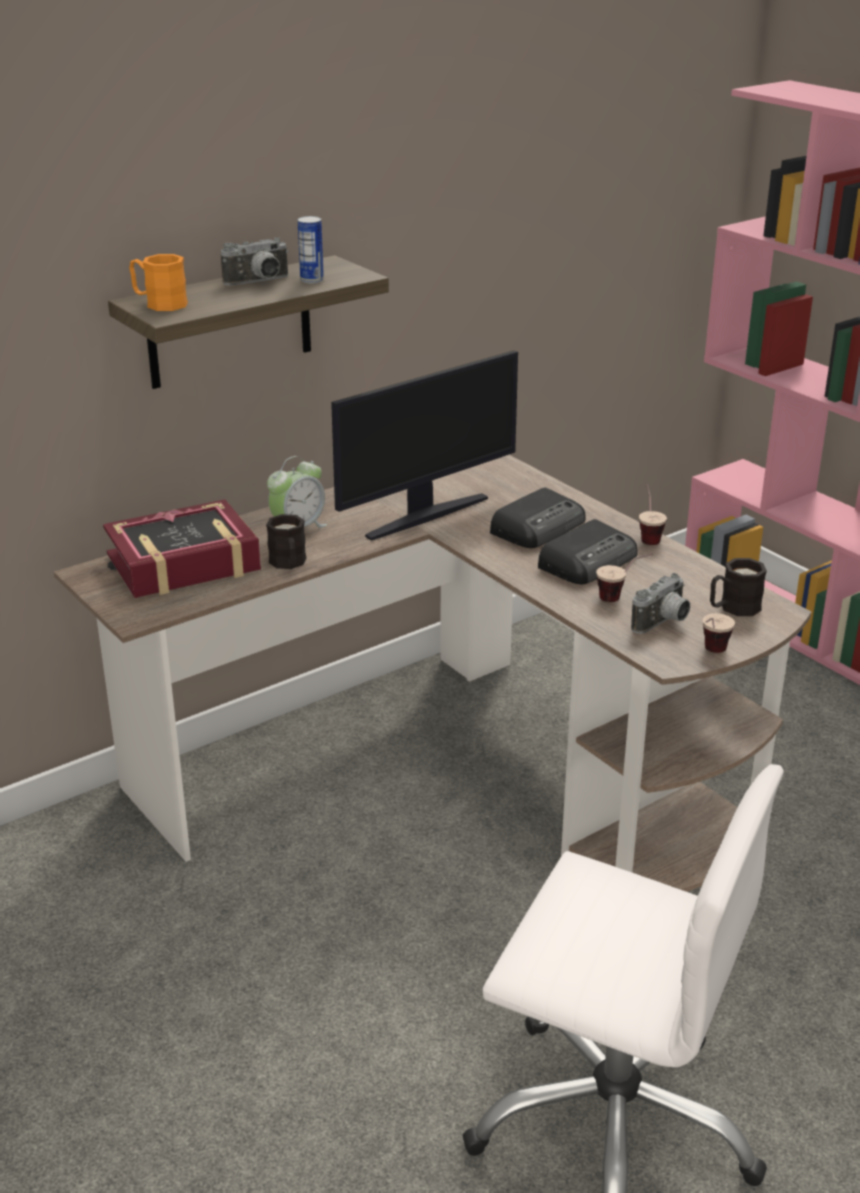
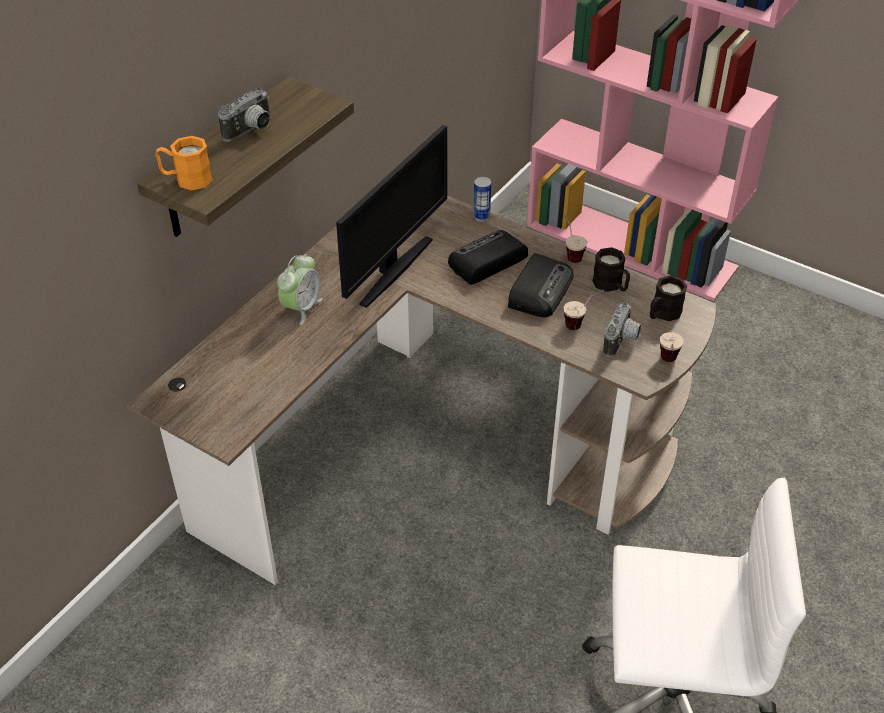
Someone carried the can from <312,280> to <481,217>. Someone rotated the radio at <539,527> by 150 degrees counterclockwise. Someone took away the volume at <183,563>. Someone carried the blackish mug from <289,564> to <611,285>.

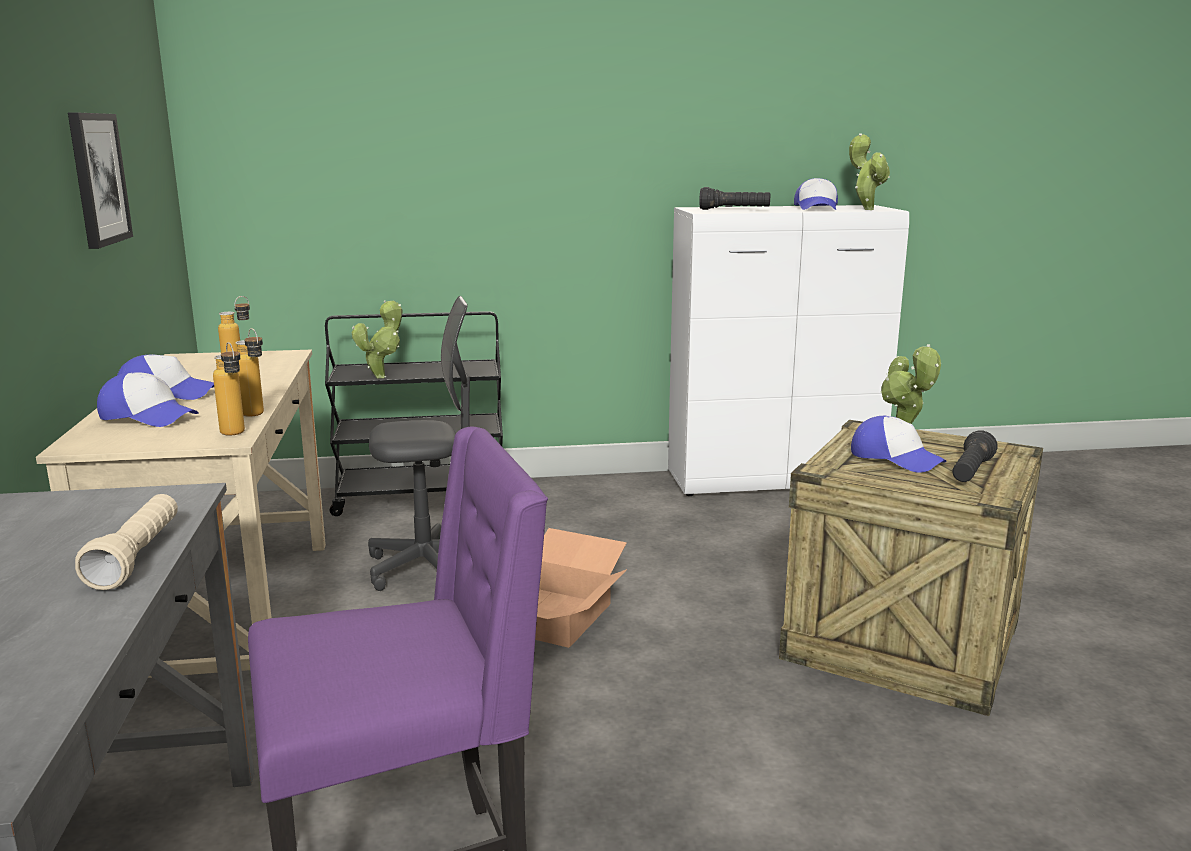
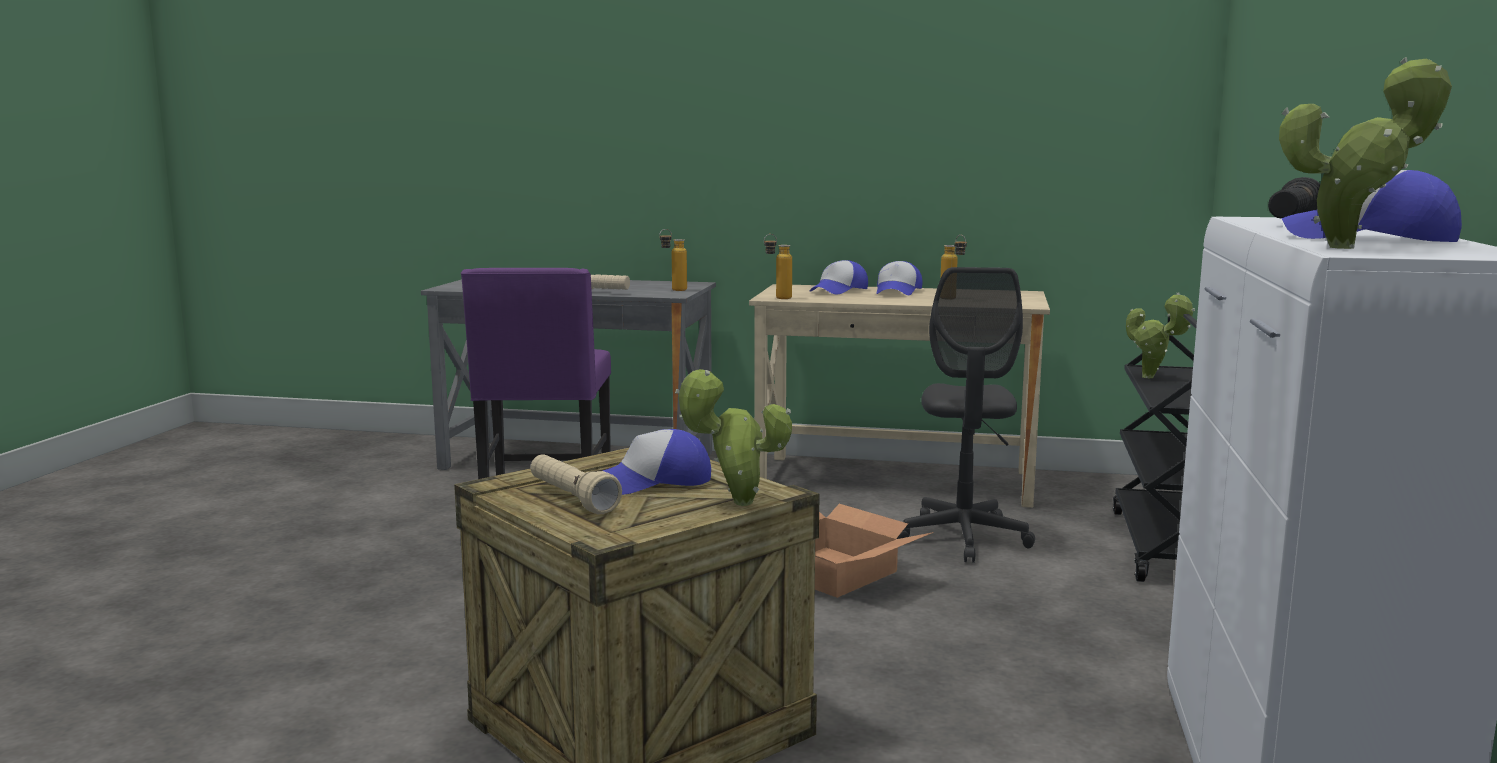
Someone took away the picture at <98,179>. Someone carried the bottle from <256,415> to <673,290>. Someone repainted the blackish flashlight at <970,472>, which became the sand-coloured flashlight at <572,499>.

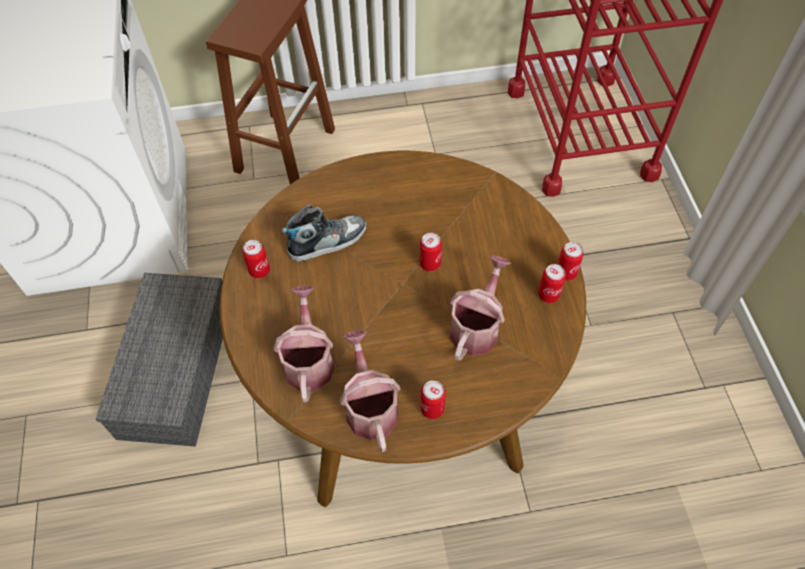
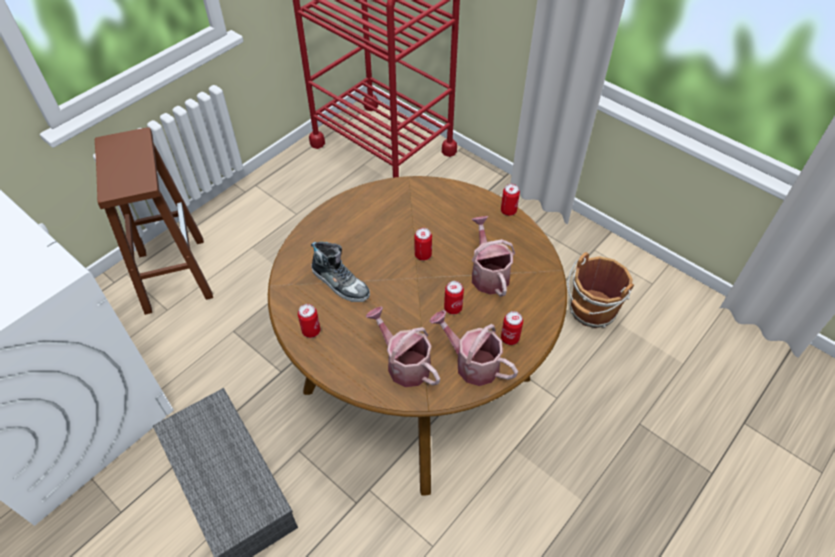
Someone rotated the shoe at <327,241> by 105 degrees clockwise. Someone carried the can from <548,295> to <453,308>. Someone put down the brown pail at <591,311>.

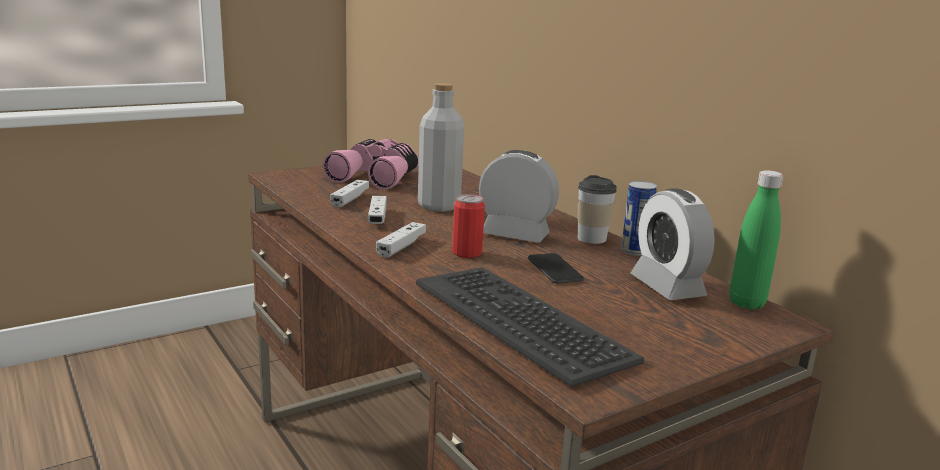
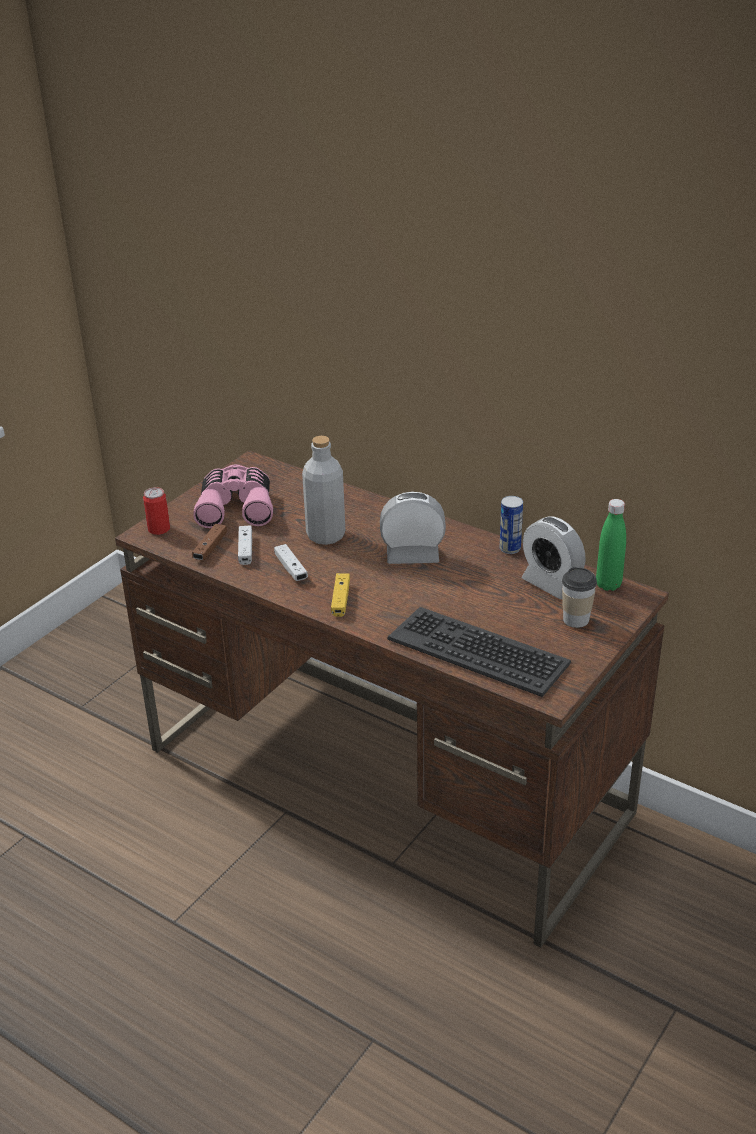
Someone carried the drinking cup from <591,239> to <576,619>. Someone carried the can from <467,253> to <159,529>. Someone repainted the white game controller at <401,246>, which became the yellow-coloured game controller at <340,600>. Someone took away the telephone at <554,269>. Someone put down the brown game controller at <210,548>.

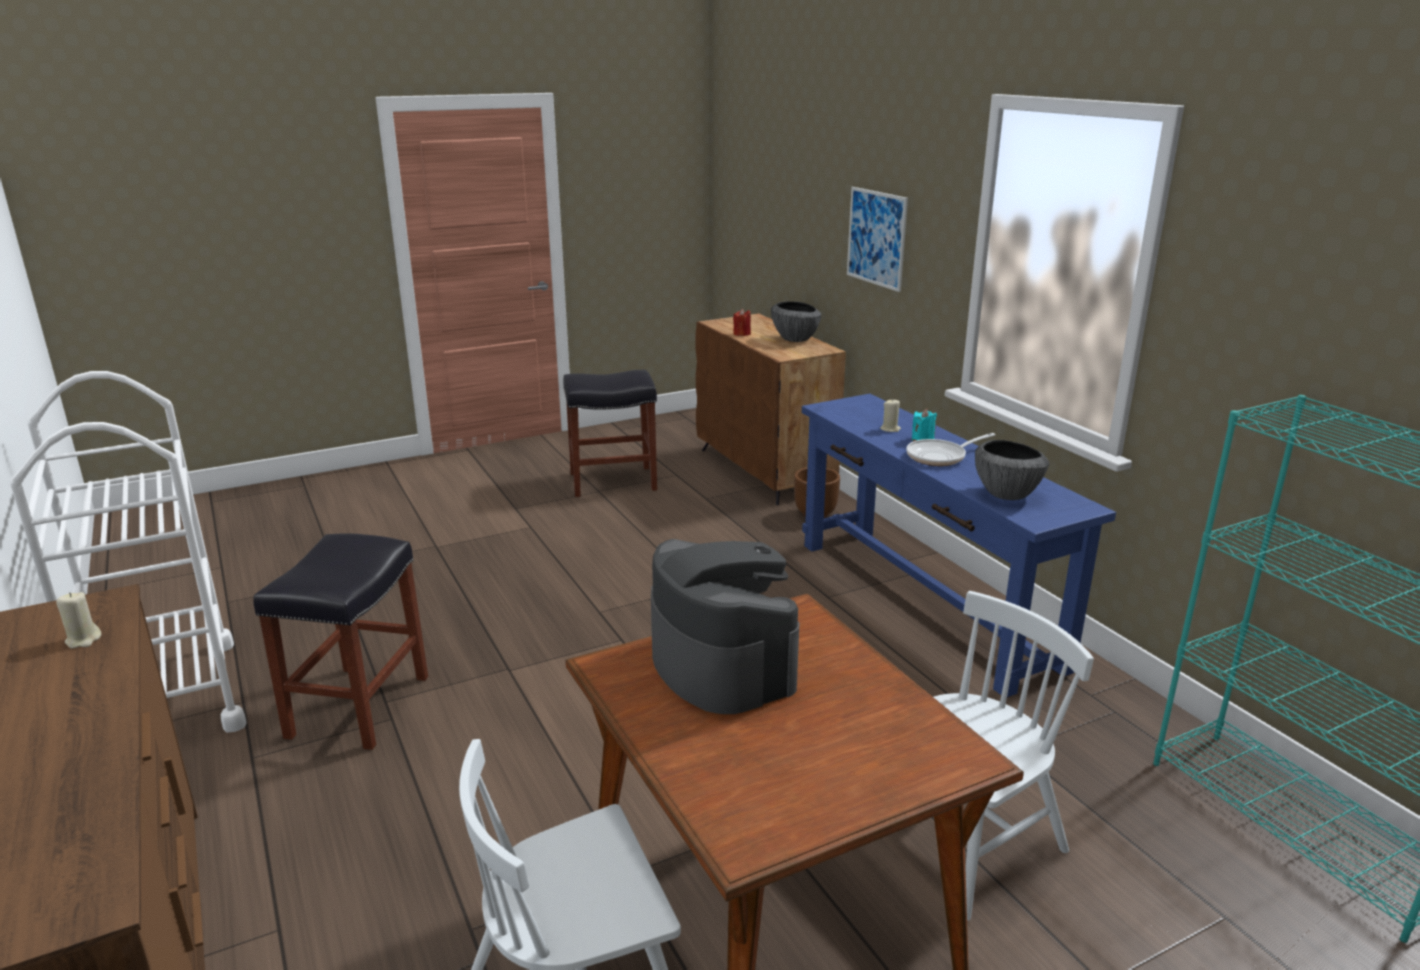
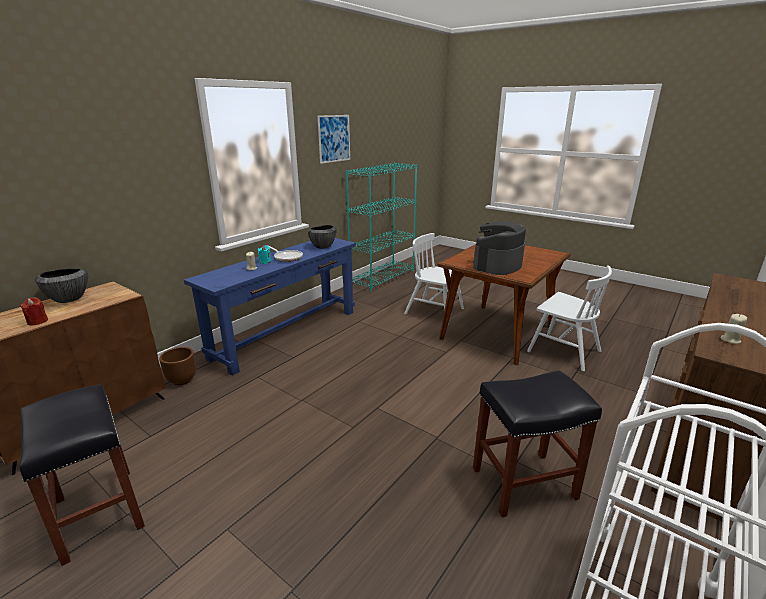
Someone carried the picture from <876,238> to <334,138>.

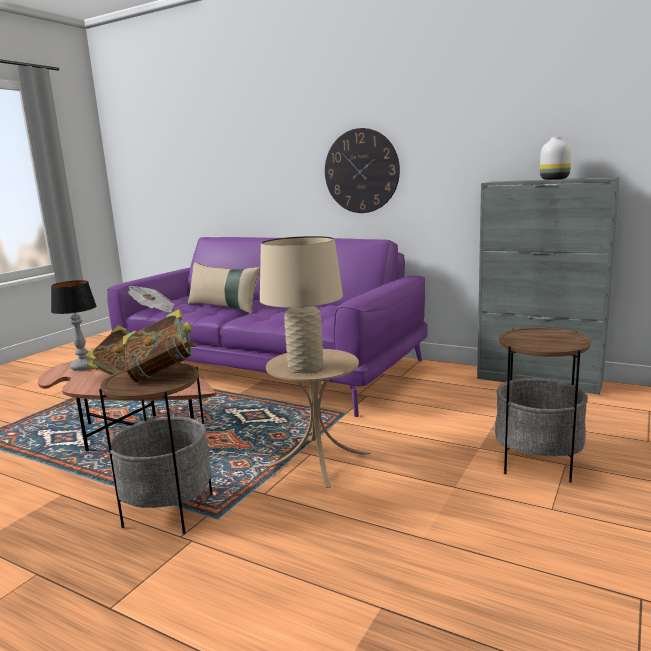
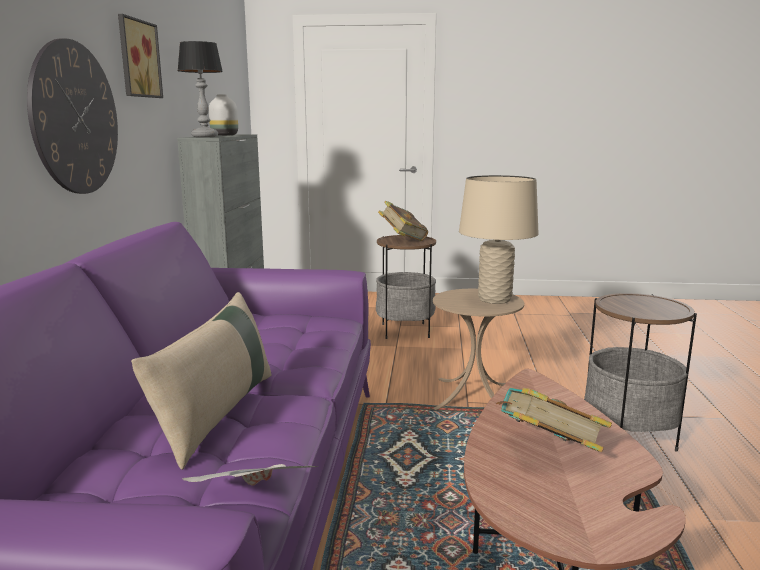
Someone carried the lamp for a table from <84,367> to <205,136>. Someone carried the volume from <162,373> to <403,239>. Someone put up the picture at <136,59>.

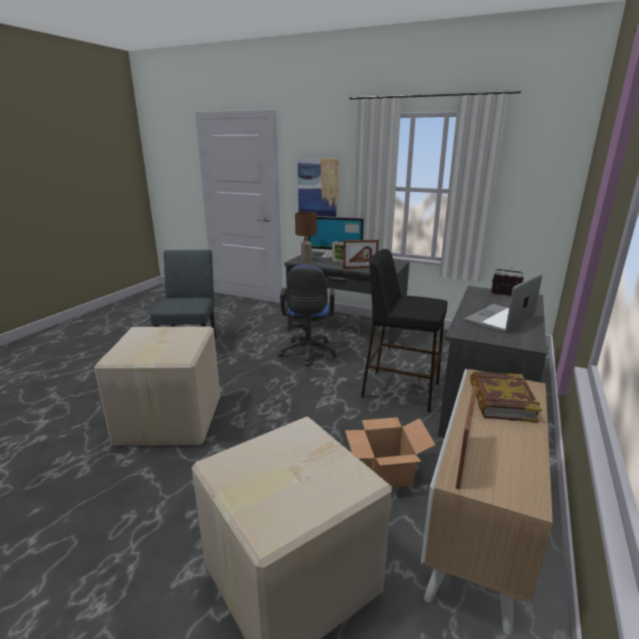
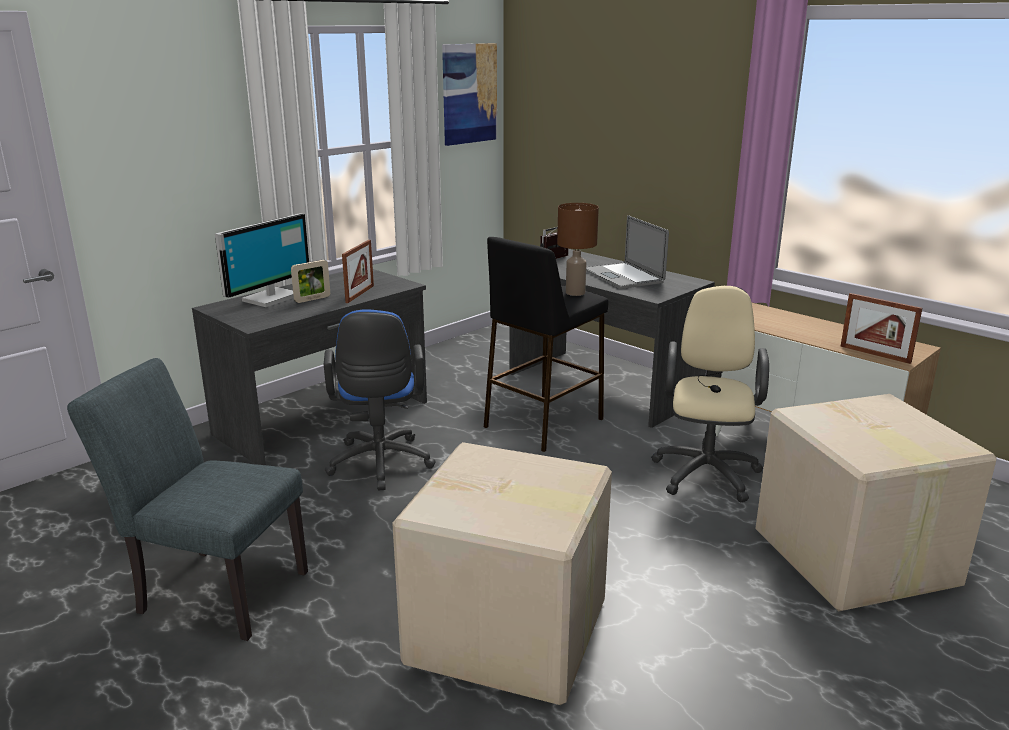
Someone carried the picture from <318,189> to <469,94>. Someone carried the brown lamp for a table from <306,260> to <575,293>. Someone rotated the blue office chair at <308,354> by 60 degrees clockwise. Someone took away the volume at <501,401>. Someone swapped the packing box at <387,472> for the sand-coloured office chair at <706,471>.

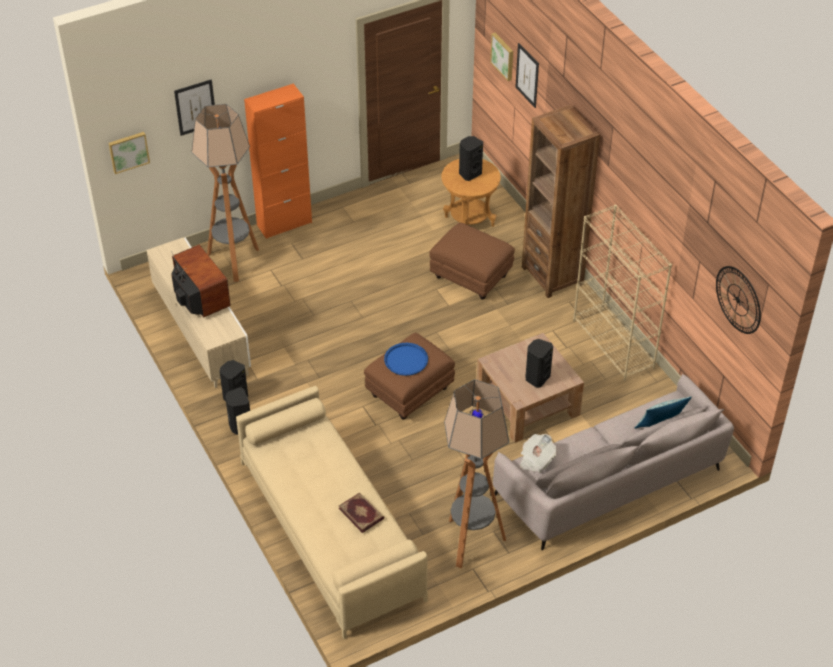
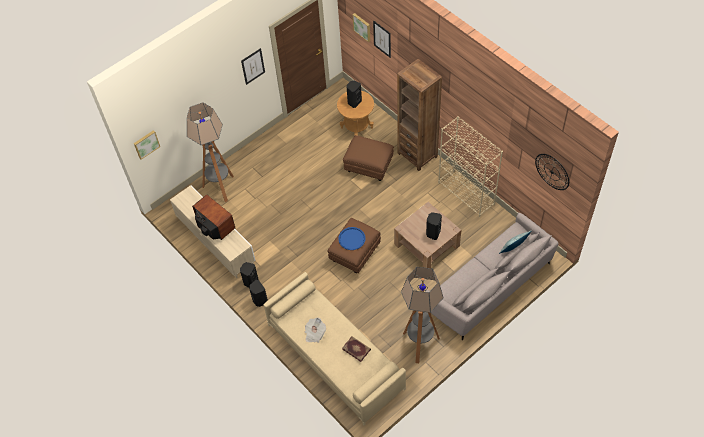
Someone carried the picture from <195,107> to <253,66>. Someone took away the orange cabinet at <284,224>. Someone carried the printed paper from <536,460> to <314,333>.

